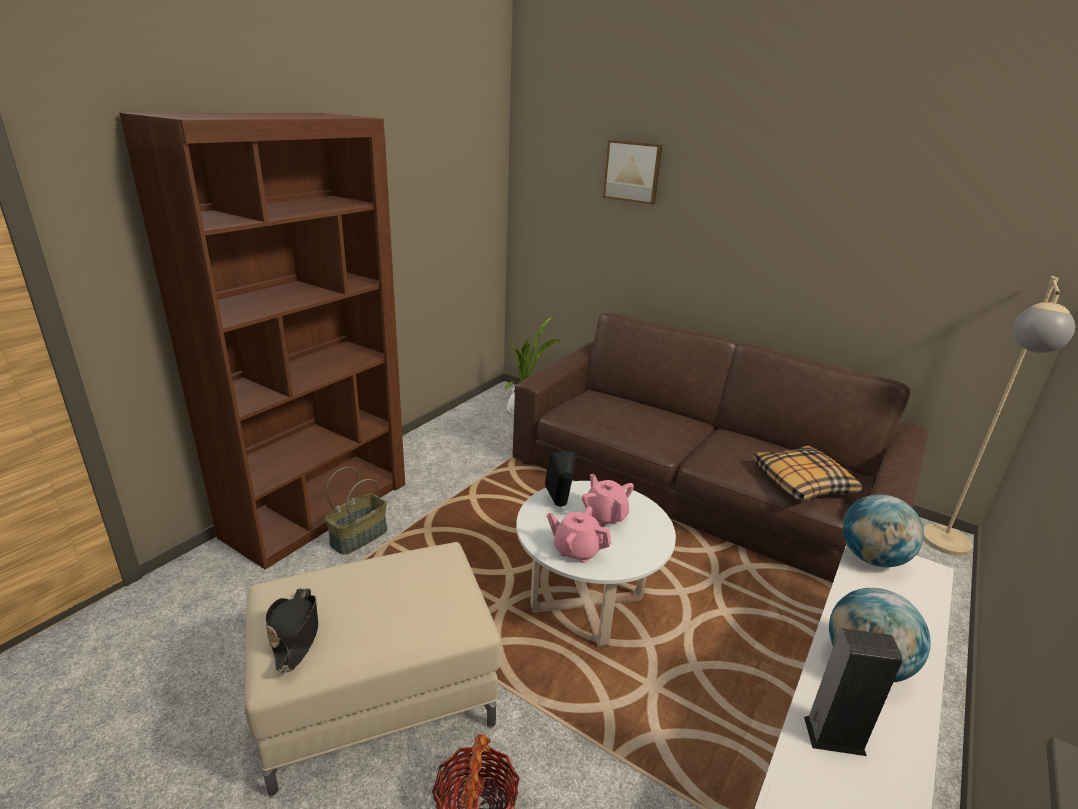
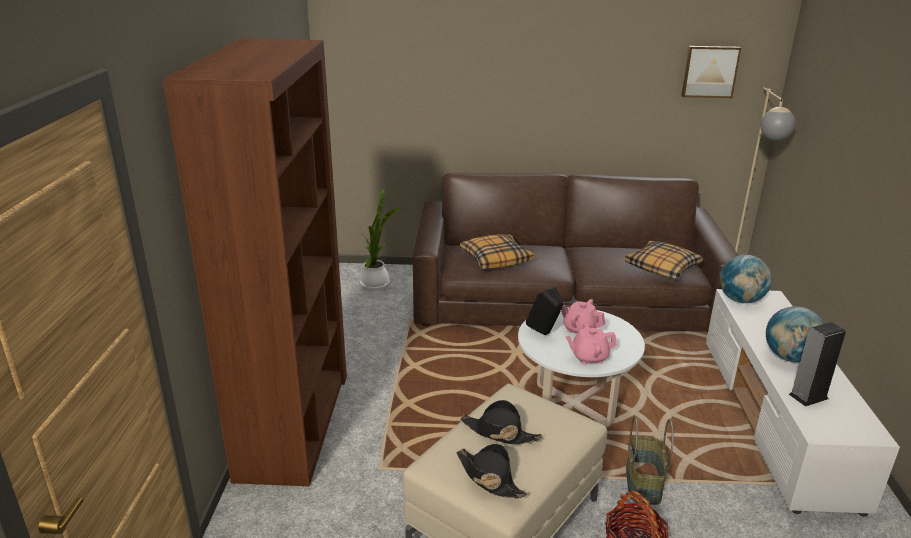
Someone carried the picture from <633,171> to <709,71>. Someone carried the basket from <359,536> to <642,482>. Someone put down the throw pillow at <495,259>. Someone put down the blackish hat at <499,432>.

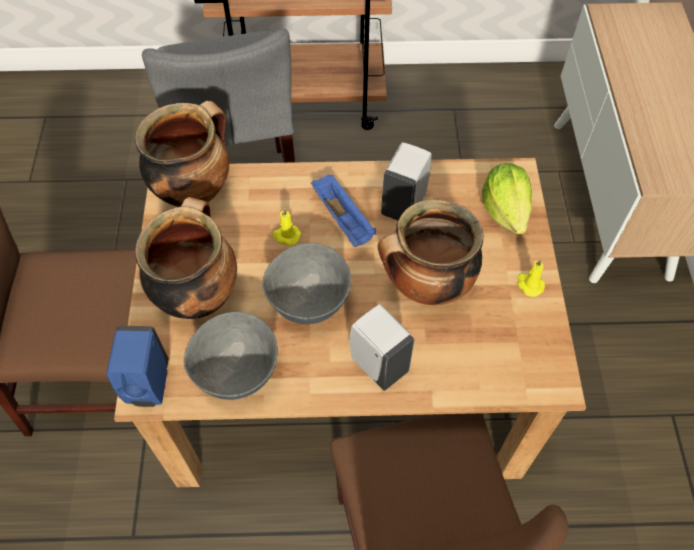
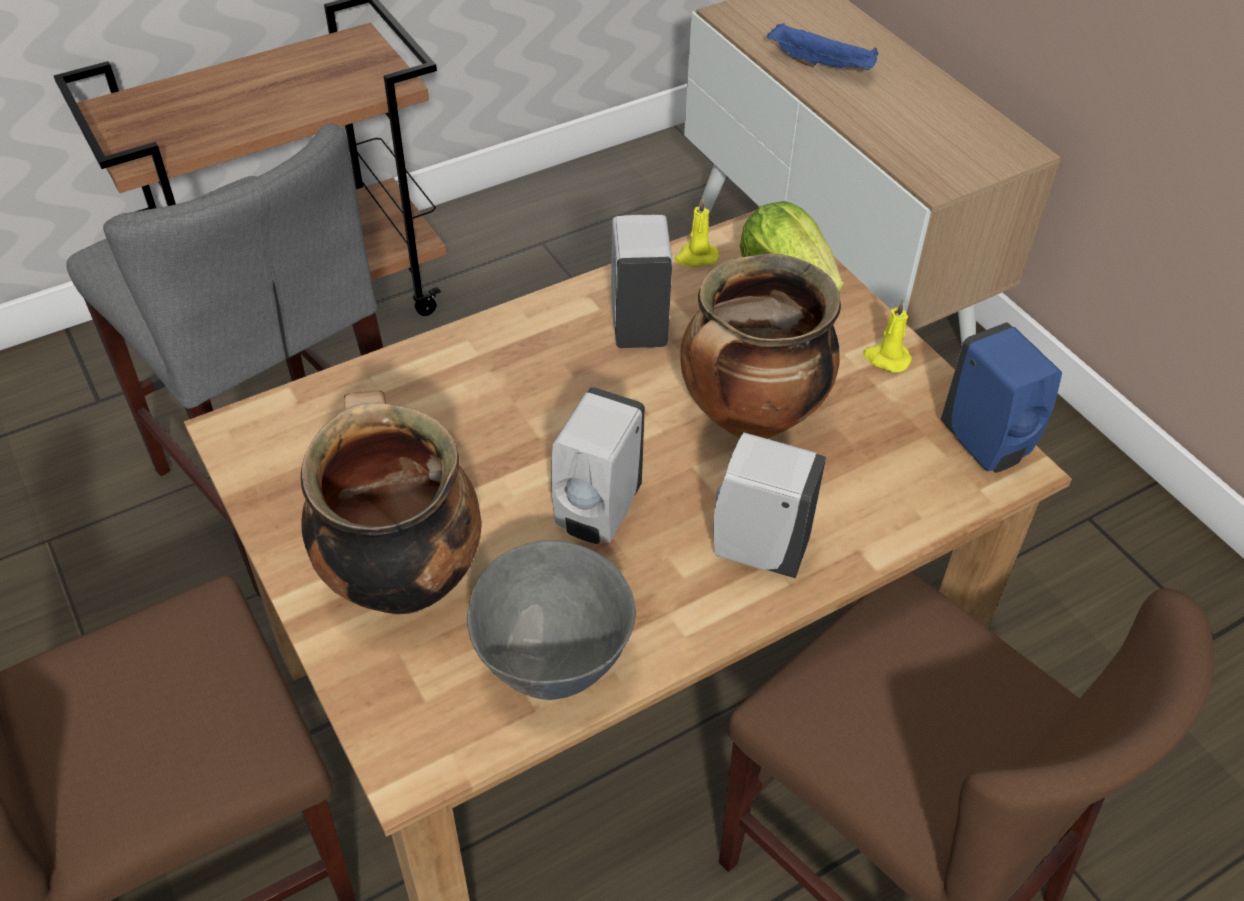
Someone took away the cooking pot at <194,190>. Someone carried the blue carrying tray from <344,219> to <822,65>. Someone carried the yellow-coloured wax light from <286,235> to <696,257>. Someone swapped the gray bowl at <310,305> for the white soap bottle at <597,514>. Someone carried the blue soap bottle from <148,386> to <986,446>.

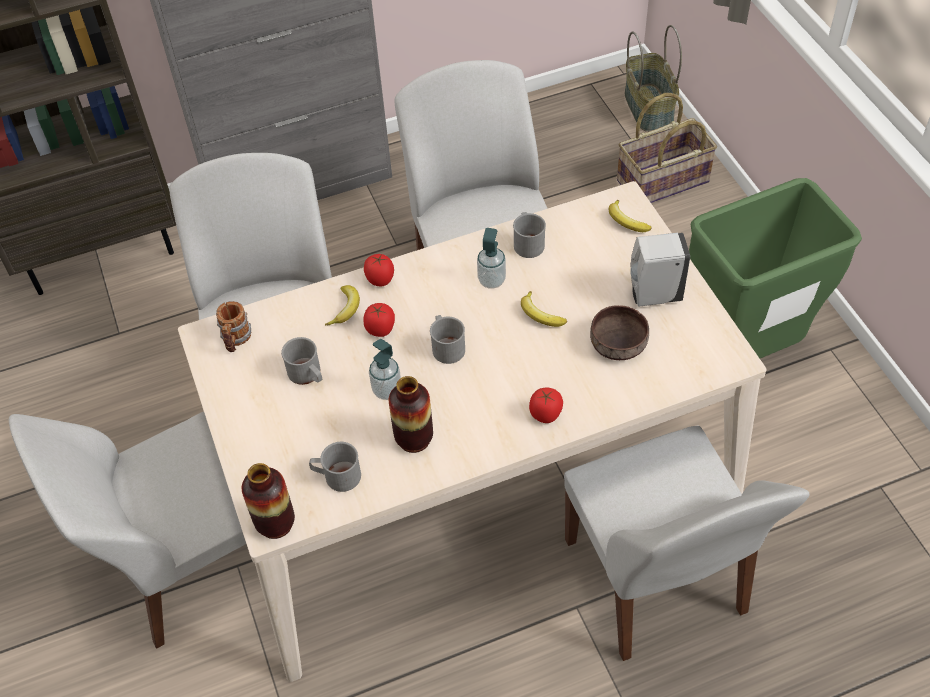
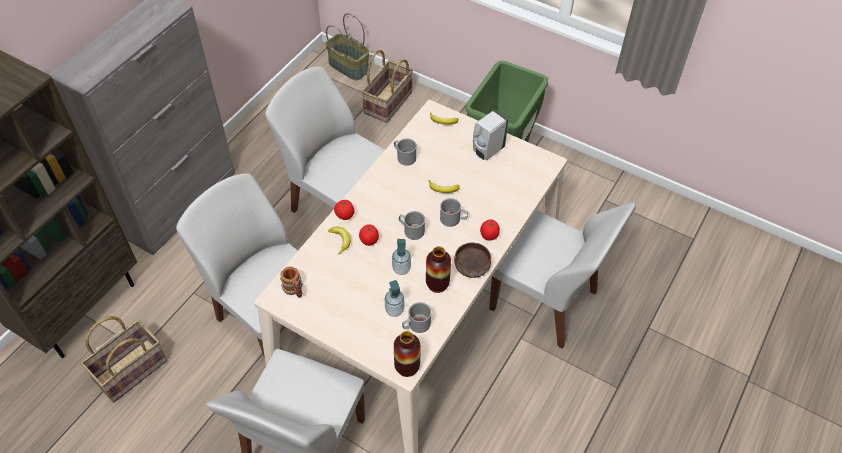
Someone carried the soap bottle from <491,280> to <394,310>. Someone carried the brown bowl from <616,344> to <471,267>. Someone carried the gray mug from <307,375> to <453,219>. Someone put down the basket at <130,369>.

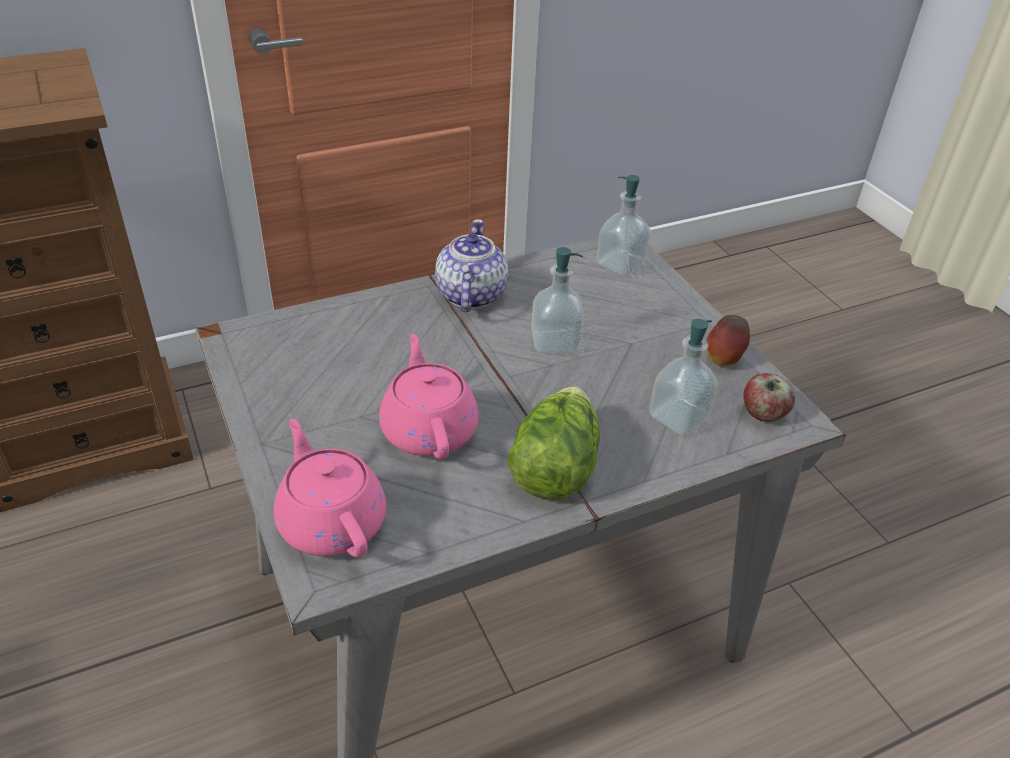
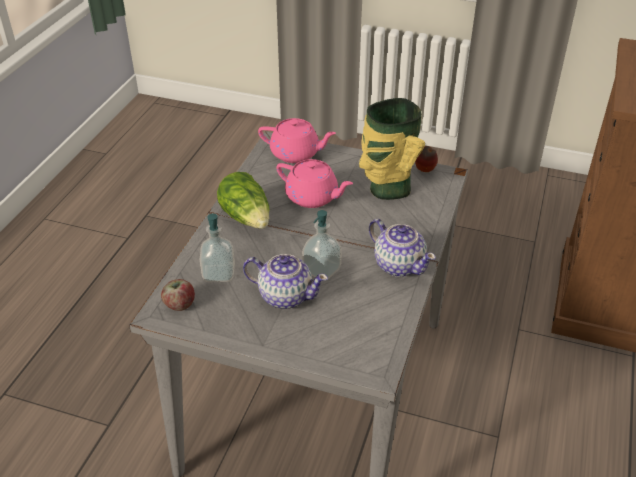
Someone took away the soap bottle at <620,265>. Someone carried the apple fruit from <723,360> to <425,171>. Someone put down the flower vase at <387,189>. Someone put down the teapot at <285,295>.

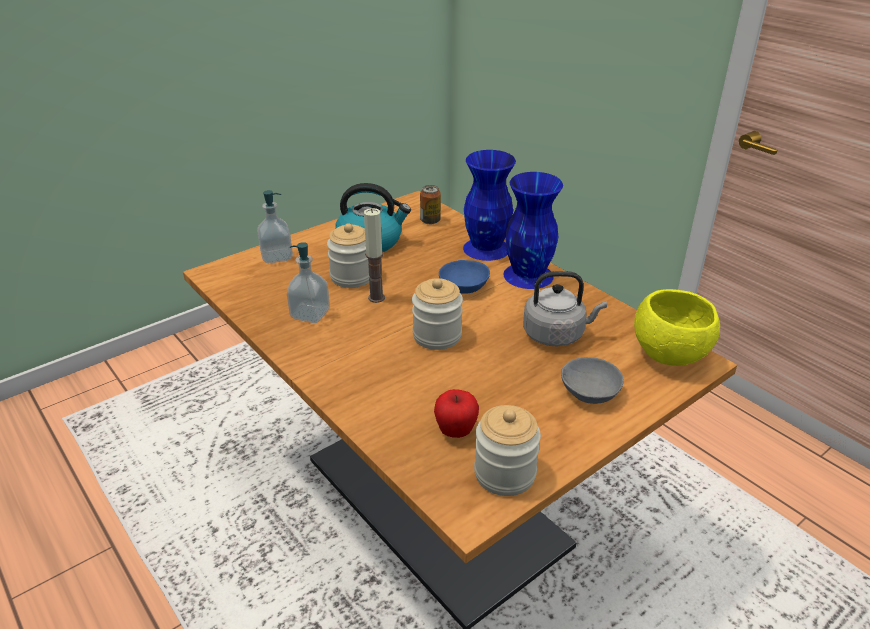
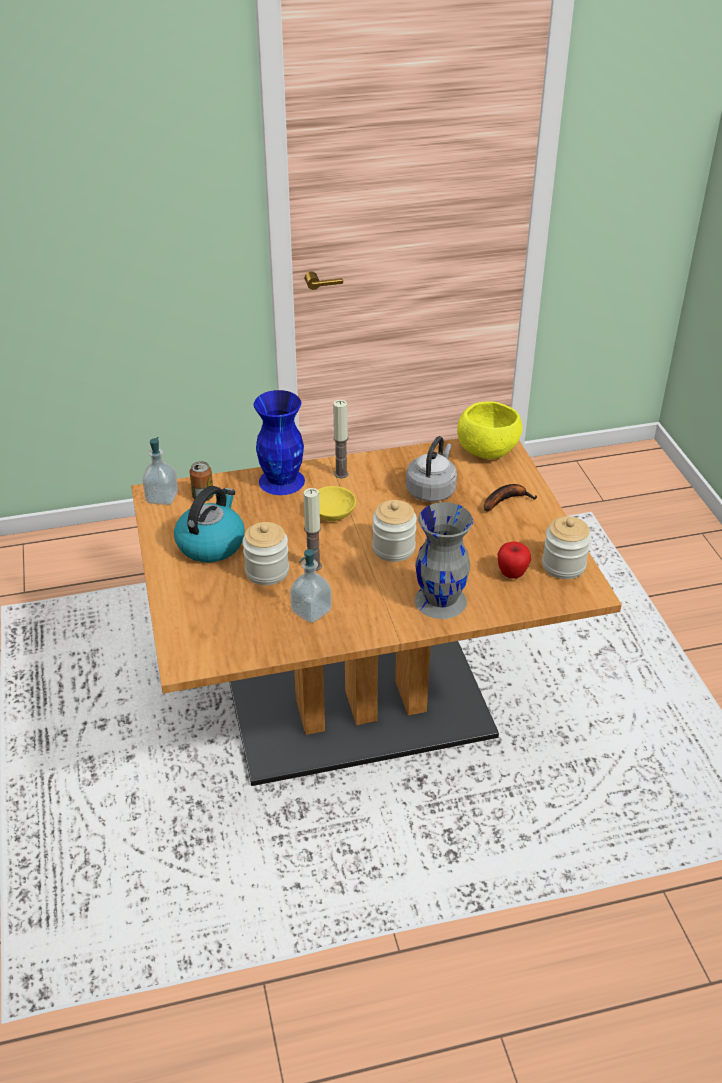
Someone swapped the blue flower vase at <528,274> for the wax light at <341,474>. Someone carried the soap bottle from <277,256> to <162,497>. Someone repainted the blue bowl at <463,285>, which became the yellow-coloured bowl at <331,512>. Someone swapped the gray bowl at <591,392> for the banana at <506,500>. Someone put down the gray flower vase at <441,600>.

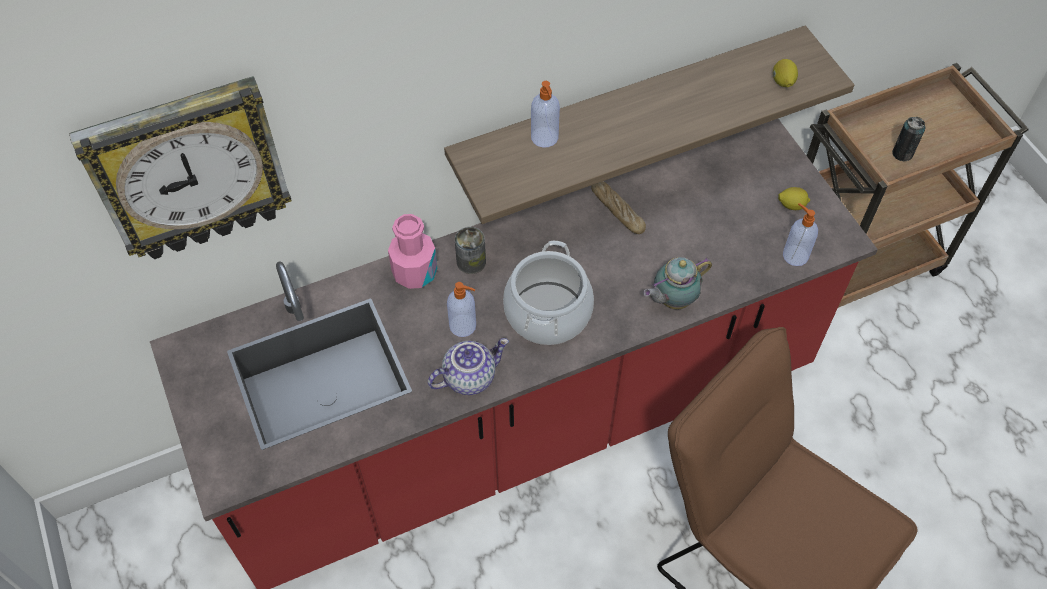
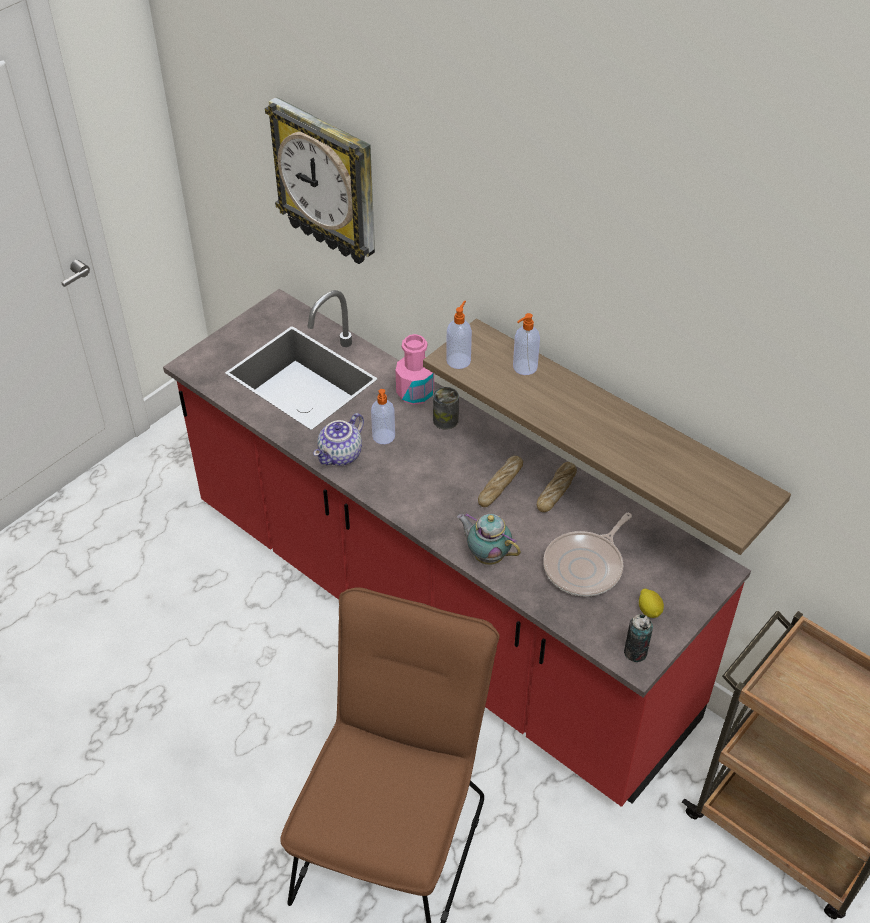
Someone took away the citrus fruit at <782,82>. Someone carried the can from <902,153> to <635,652>. Someone carried the soap bottle from <794,255> to <459,360>. Someone took away the cooking pot at <548,313>. Someone rotated the teapot at <469,376> by 90 degrees clockwise. Someone put down the bread at <500,485>. Someone put down the pan at <586,566>.

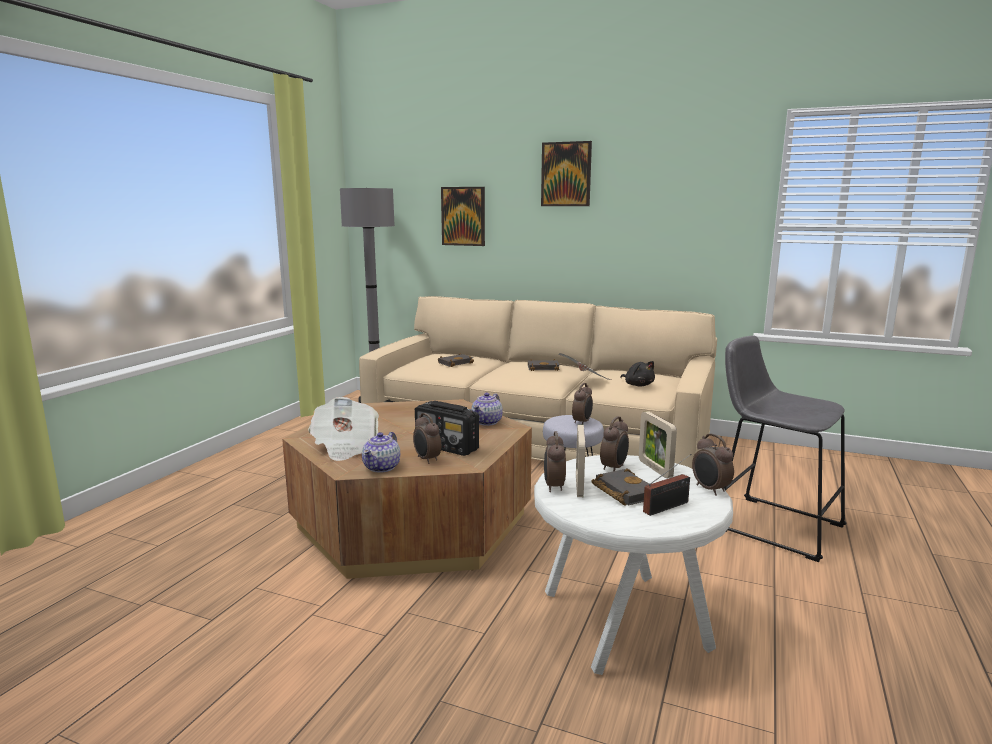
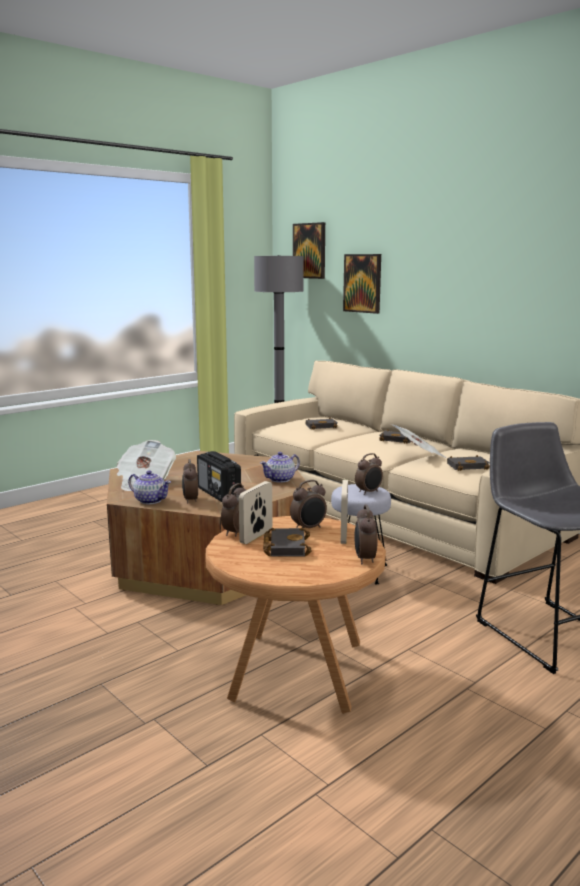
Someone carried the picture from <566,174> to <309,251>. Someone swapped the blackish soft toy at <638,385> for the blackish volume at <468,466>. Someone rotated the teapot at <382,467> by 105 degrees counterclockwise. Someone took away the radio at <668,506>. Someone repainted the white side table at <624,623>, which became the brown side table at <295,673>.

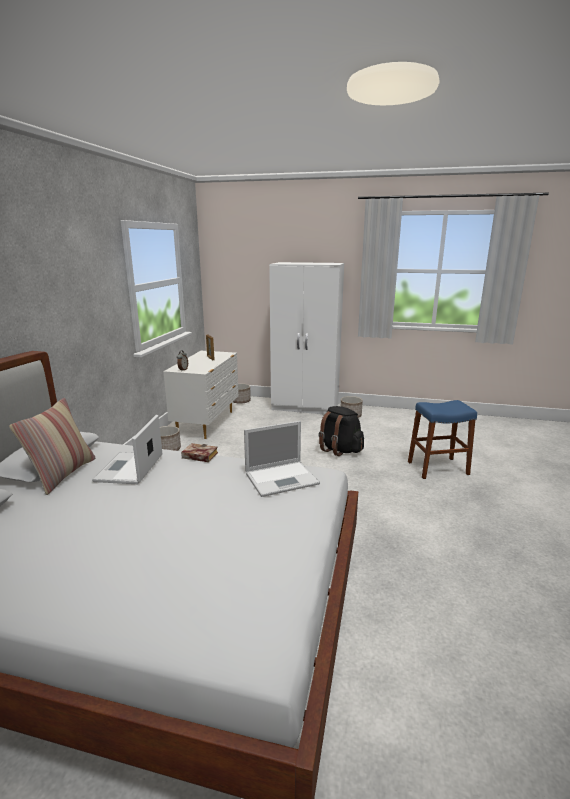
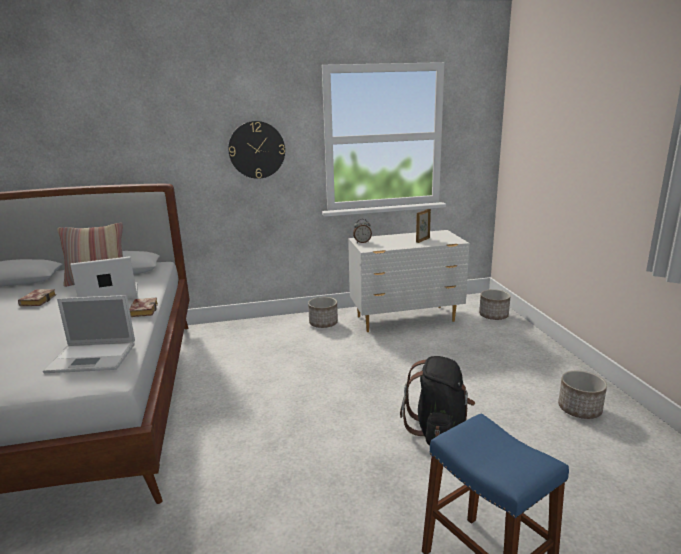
Someone took away the white clothes cupboard at <305,407>. Someone rotated the laptop at <282,478> by 45 degrees counterclockwise. Someone put up the clock on the wall at <257,150>. Someone put down the volume at <38,300>.

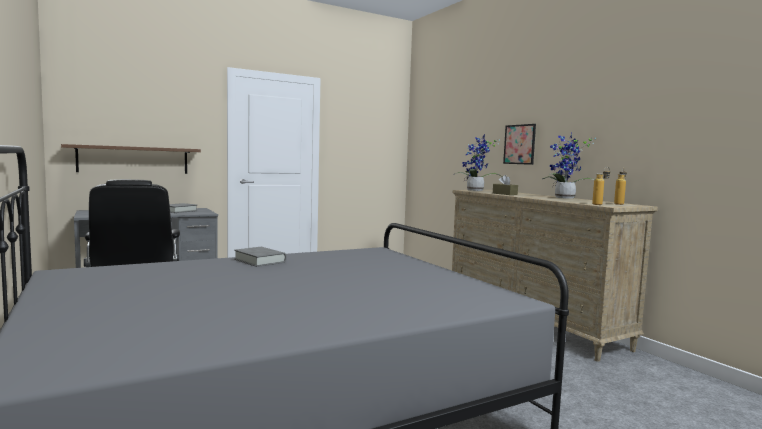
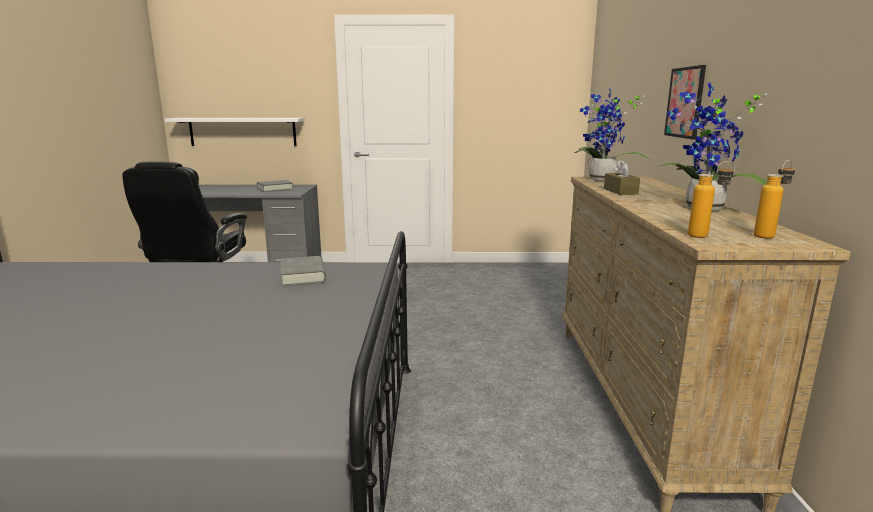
Someone repainted the brown wall shelf at <134,160>, which became the white wall shelf at <242,131>. Someone carried the gray volume from <260,261> to <303,276>.

